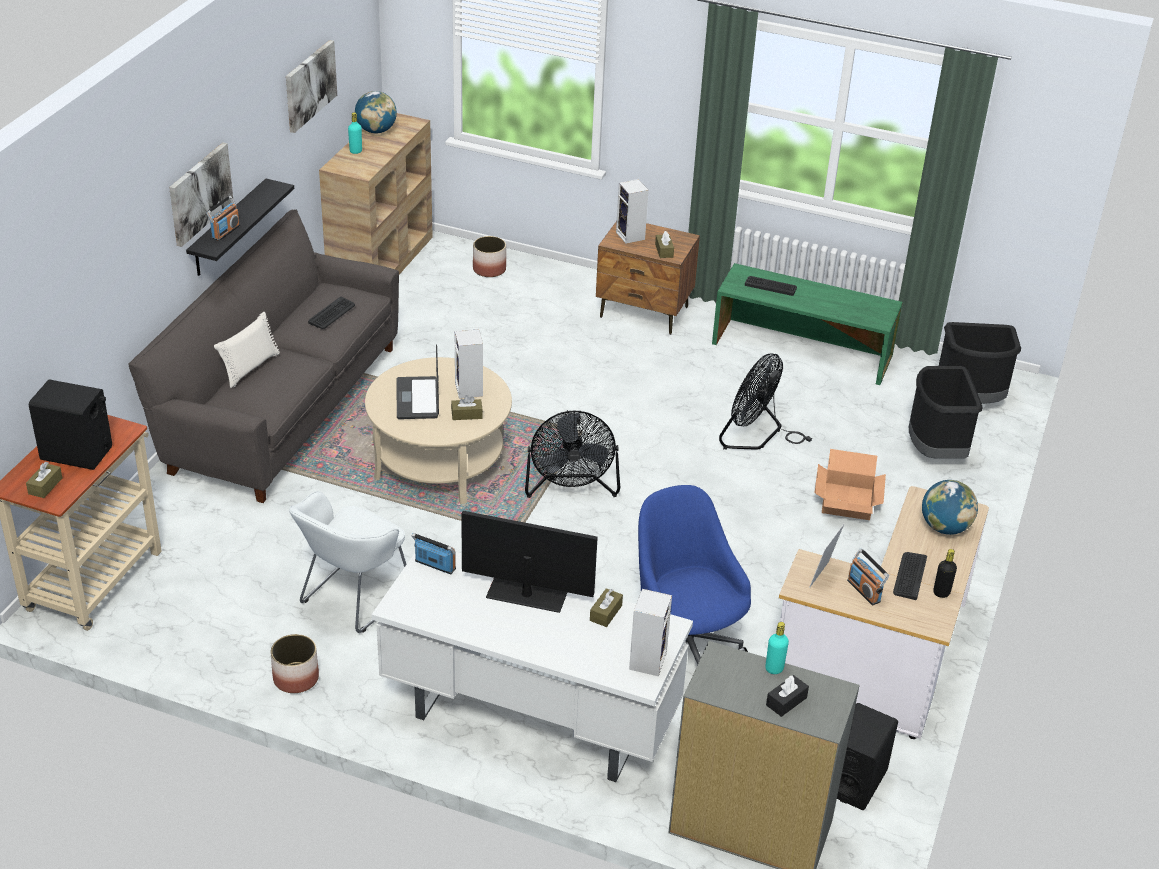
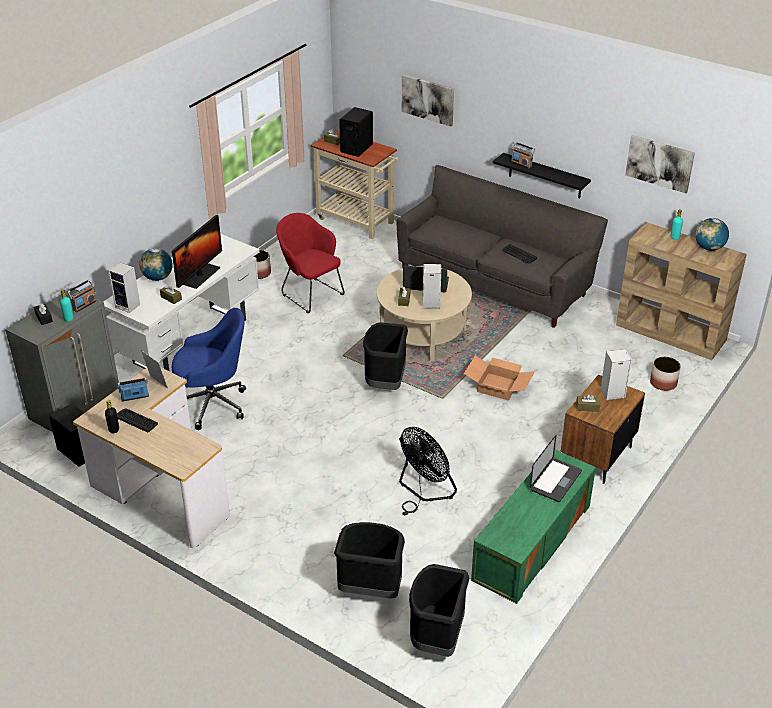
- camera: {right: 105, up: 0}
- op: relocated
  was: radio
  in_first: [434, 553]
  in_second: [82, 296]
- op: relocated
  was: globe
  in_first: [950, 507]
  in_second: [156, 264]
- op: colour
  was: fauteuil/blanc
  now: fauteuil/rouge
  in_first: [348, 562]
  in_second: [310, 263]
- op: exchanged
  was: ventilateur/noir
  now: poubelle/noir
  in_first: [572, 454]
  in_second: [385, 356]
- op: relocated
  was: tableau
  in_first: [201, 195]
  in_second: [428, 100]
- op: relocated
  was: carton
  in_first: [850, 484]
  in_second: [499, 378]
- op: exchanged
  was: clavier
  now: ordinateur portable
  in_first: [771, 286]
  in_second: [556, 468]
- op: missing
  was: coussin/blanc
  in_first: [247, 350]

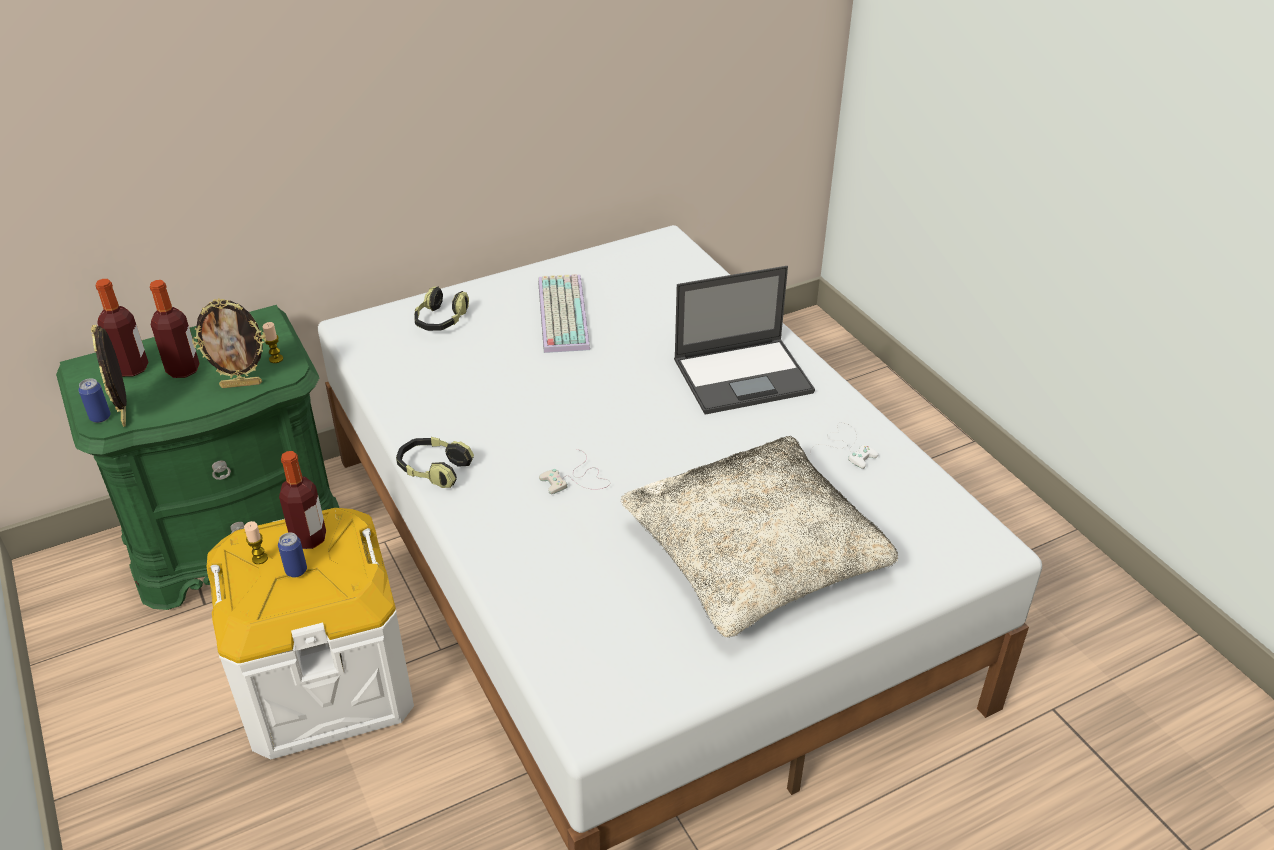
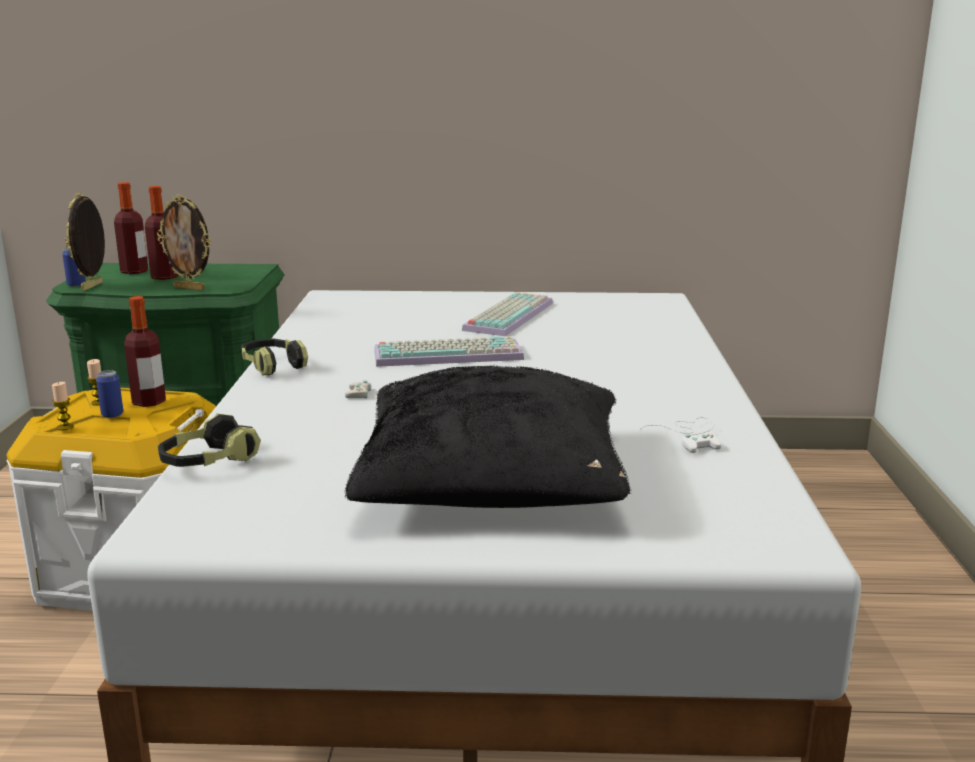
- camera: {right: 30, up: -20}
- op: relocated
  was: bougie
  in_first: [273, 342]
  in_second: [63, 406]
- op: relocated
  was: casque audio
  in_first: [441, 308]
  in_second: [209, 440]
- op: colour
  was: coussin/beige
  now: coussin/noir
  in_first: [759, 536]
  in_second: [487, 436]
- op: appeared
  now: clavier
  in_second: [449, 351]
- op: missing
  was: ordinateur portable
  in_first: [744, 340]

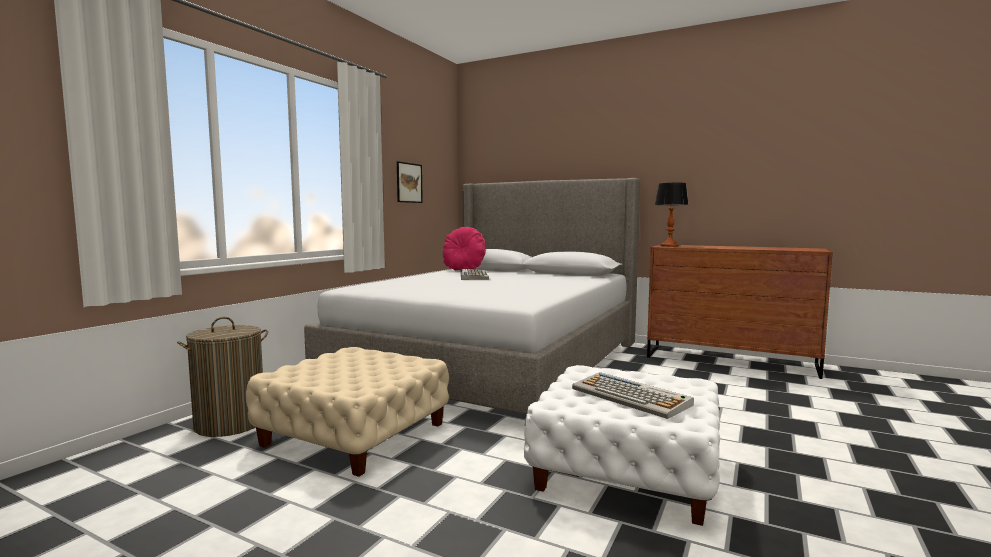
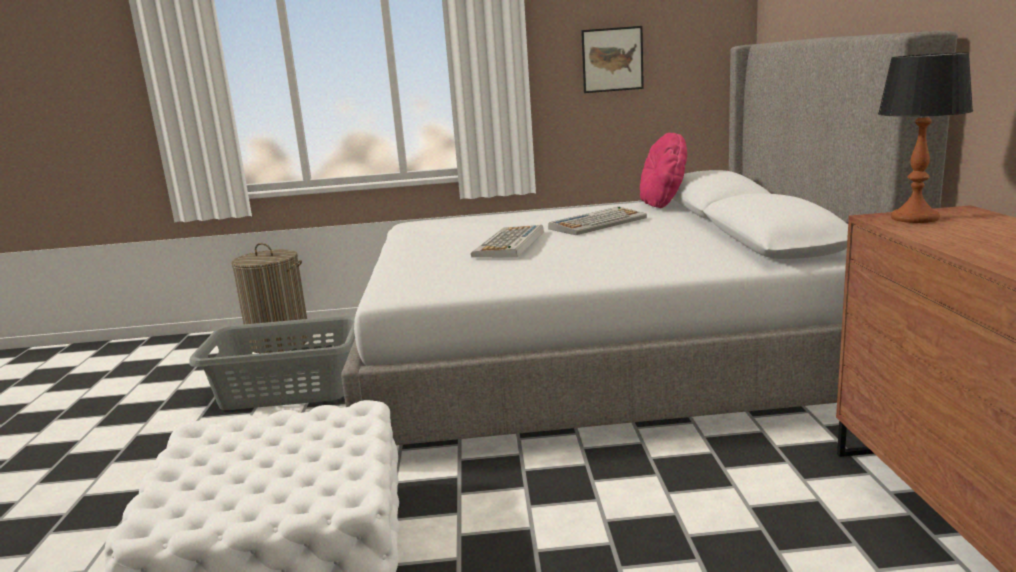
- camera: {right: 60, up: 10}
- op: exchanged
  was: pouf/beige
  now: panier à linge/gris
  in_first: [347, 412]
  in_second: [272, 362]
- op: relocated
  was: clavier
  in_first: [633, 395]
  in_second: [507, 241]

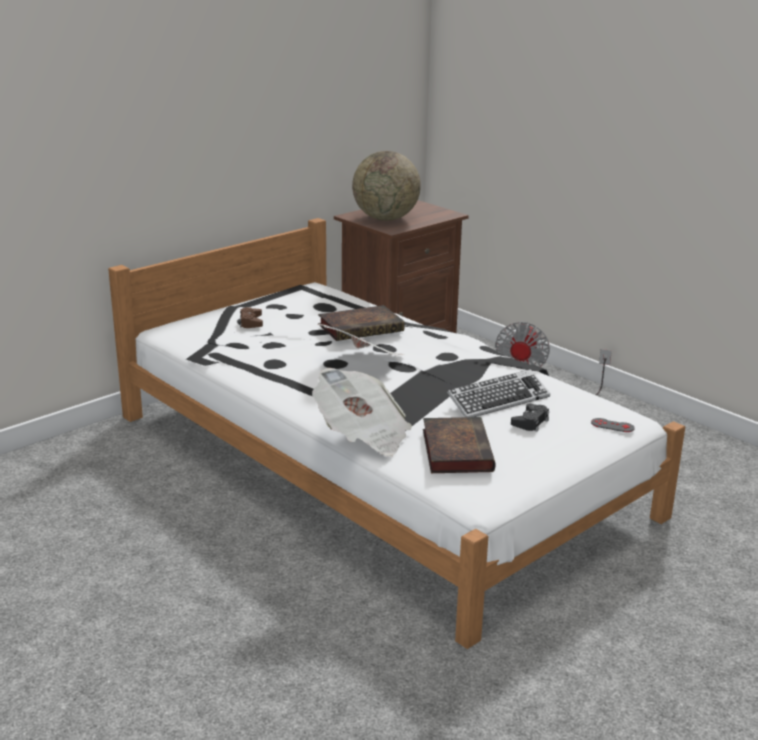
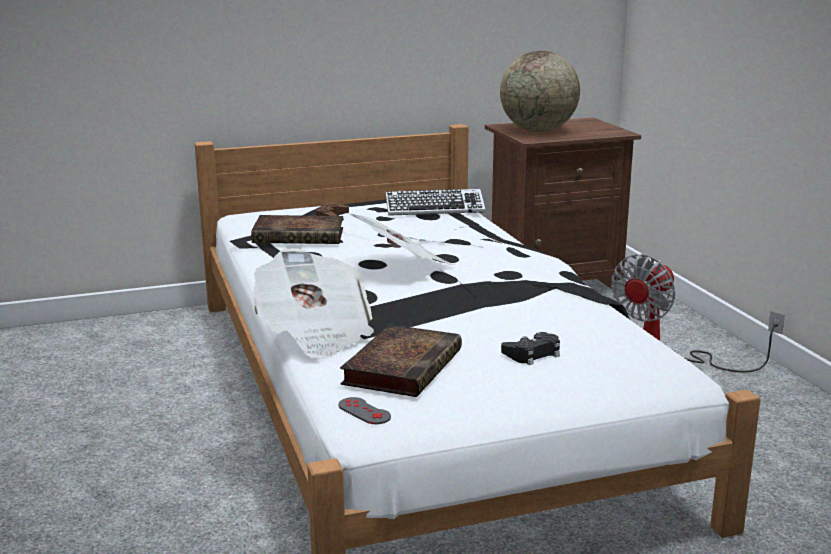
- camera: {right: 25, up: -5}
- op: relocated
  was: livre
  in_first: [361, 323]
  in_second: [297, 229]
- op: relocated
  was: manette/gris
  in_first: [613, 425]
  in_second: [364, 410]
- op: relocated
  was: clavier
  in_first: [498, 393]
  in_second: [435, 202]

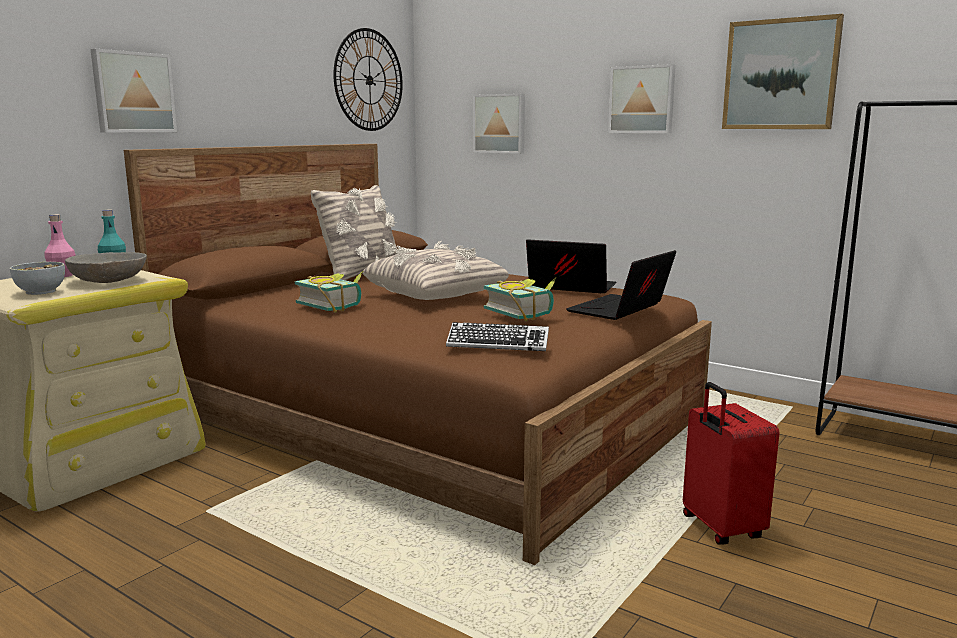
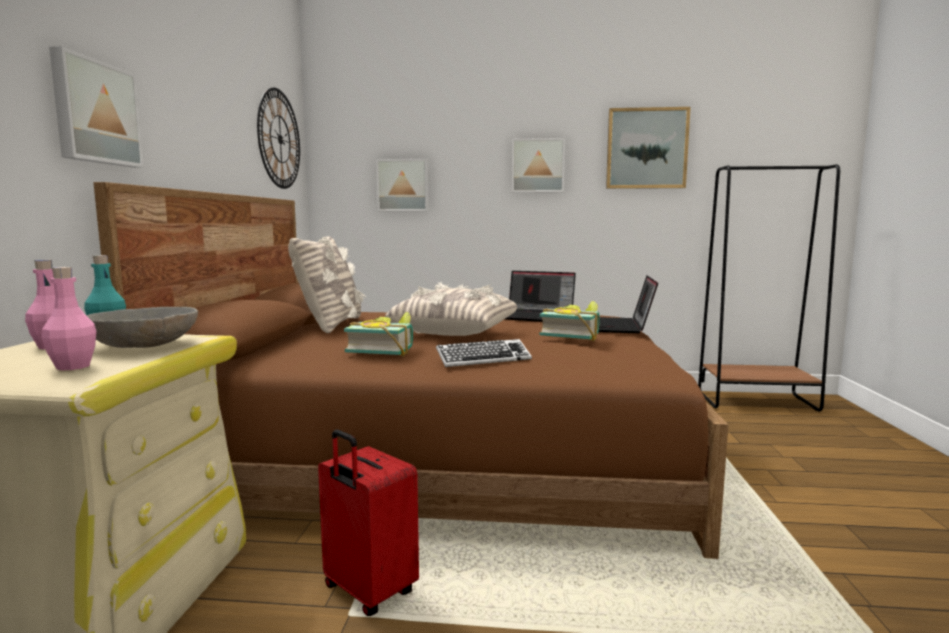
- camera: {right: -30, up: -5}
- op: exchanged
  was: bol
  now: bouteille/rose
  in_first: [37, 278]
  in_second: [69, 318]
- op: relocated
  was: valise/rouge
  in_first: [731, 463]
  in_second: [368, 523]
- op: relocated
  was: clavier
  in_first: [497, 336]
  in_second: [484, 353]
- op: spun
  was: ordinateur portable
  in_first: [571, 266]
  in_second: [540, 296]
  clockwise: -150

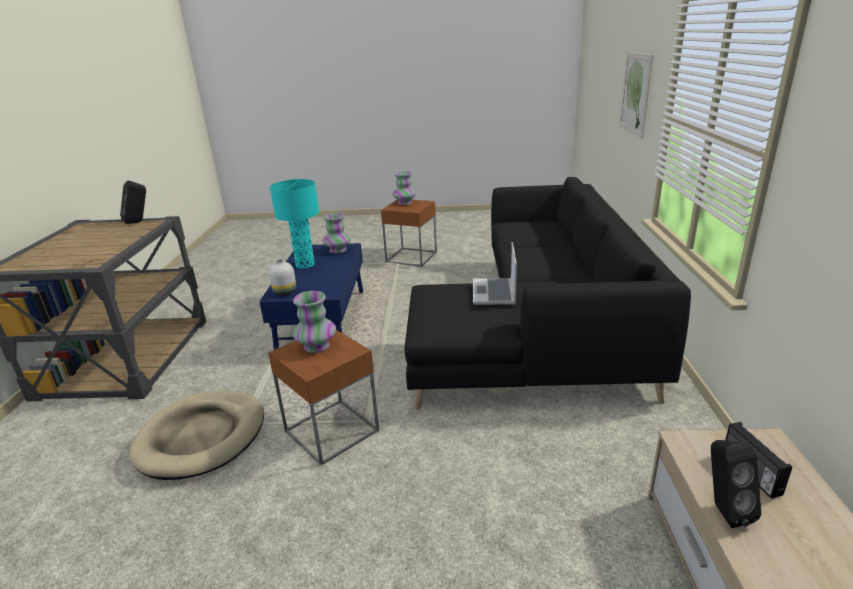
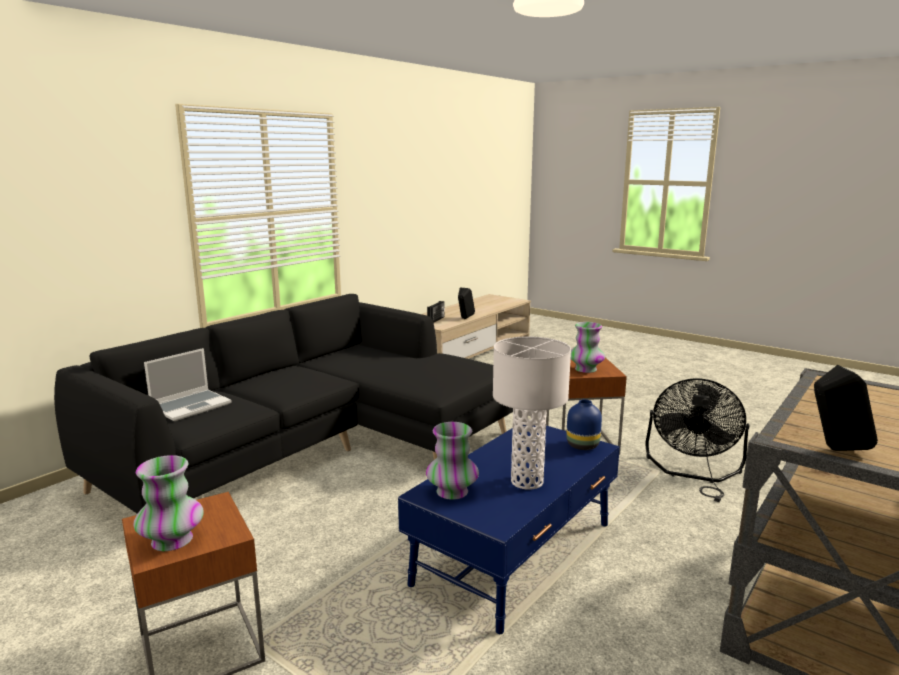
- camera: {right: -145, up: -10}
- op: relocated
  was: ordinateur portable
  in_first: [495, 273]
  in_second: [188, 384]
- op: colour
  was: lampe de table/turquoise
  now: lampe de table/blanc
  in_first: [294, 224]
  in_second: [532, 413]
- op: colour
  was: vase/blanc
  now: vase/bleu
  in_first: [282, 277]
  in_second: [584, 424]
- op: exchanged
  was: panier pour chien/beige
  now: ventilateur/noir
  in_first: [196, 435]
  in_second: [697, 440]
- op: missing
  was: tableau
  in_first: [636, 95]

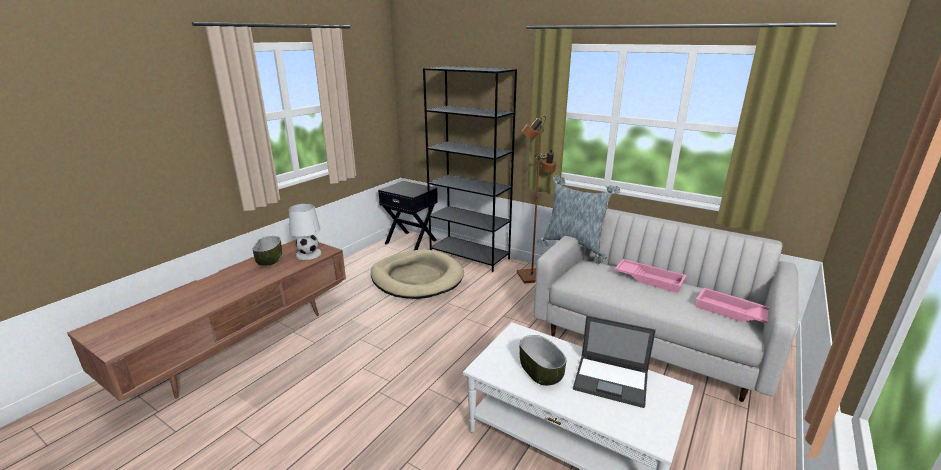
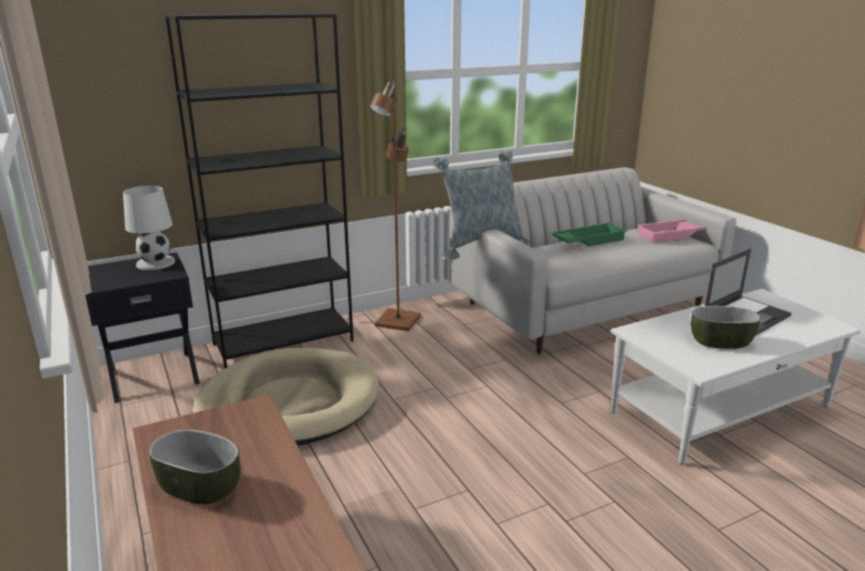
- camera: {right: -60, up: 0}
- op: relocated
  was: lampe de table/blanc
  in_first: [305, 232]
  in_second: [149, 227]
- op: colour
  was: plateau/rose
  now: plateau/vert
  in_first: [651, 276]
  in_second: [588, 234]

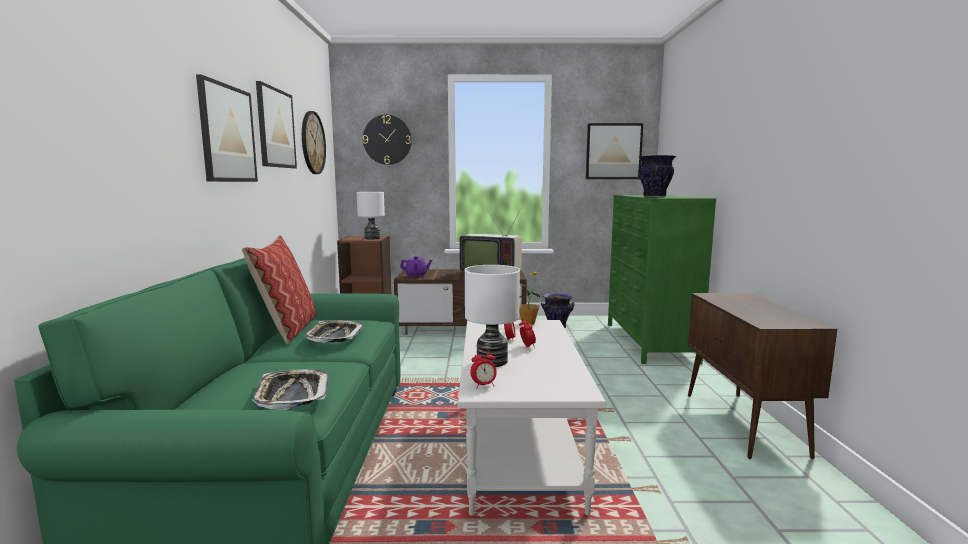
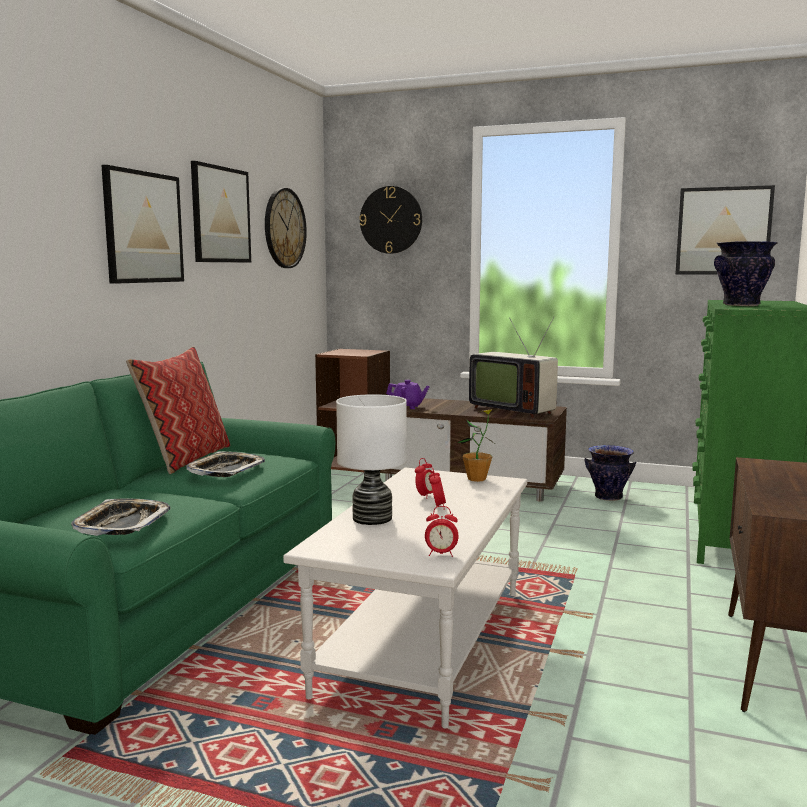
- camera: {right: 20, up: 0}
- op: relocated
  was: réveil
  in_first: [483, 367]
  in_second: [441, 531]
- op: missing
  was: lampe de table/blanc
  in_first: [371, 215]

